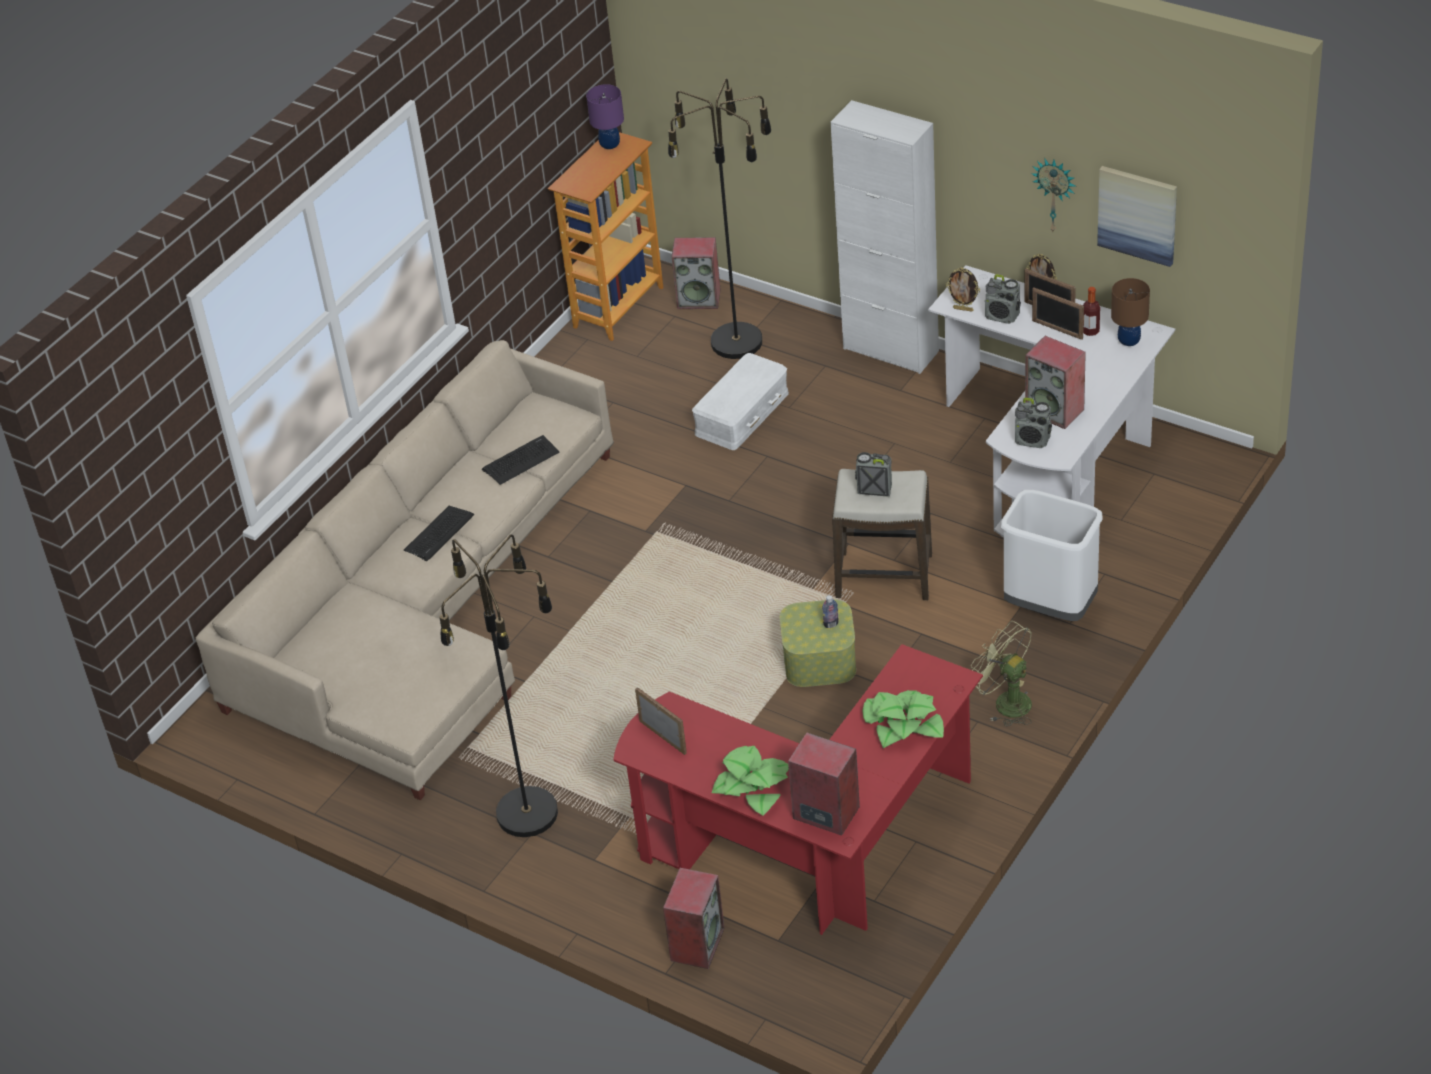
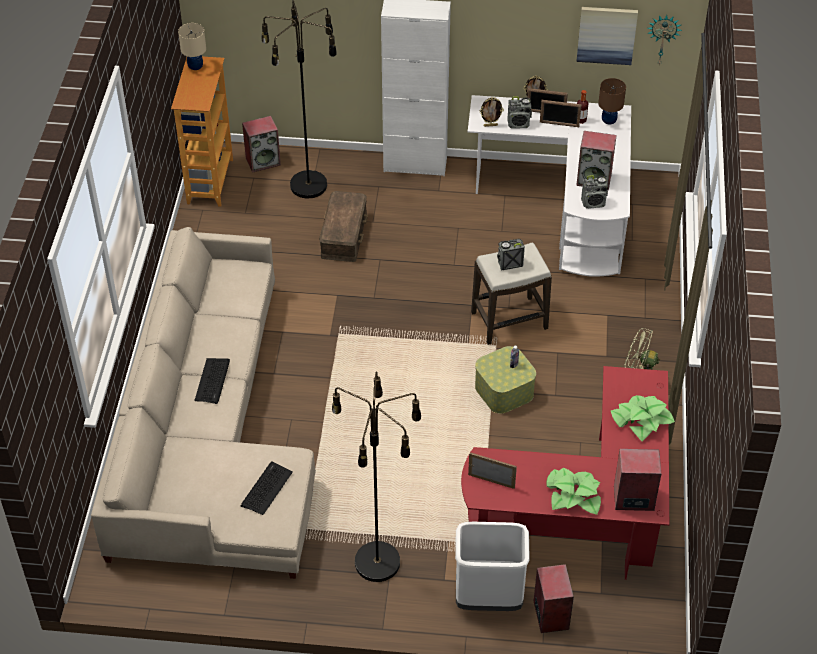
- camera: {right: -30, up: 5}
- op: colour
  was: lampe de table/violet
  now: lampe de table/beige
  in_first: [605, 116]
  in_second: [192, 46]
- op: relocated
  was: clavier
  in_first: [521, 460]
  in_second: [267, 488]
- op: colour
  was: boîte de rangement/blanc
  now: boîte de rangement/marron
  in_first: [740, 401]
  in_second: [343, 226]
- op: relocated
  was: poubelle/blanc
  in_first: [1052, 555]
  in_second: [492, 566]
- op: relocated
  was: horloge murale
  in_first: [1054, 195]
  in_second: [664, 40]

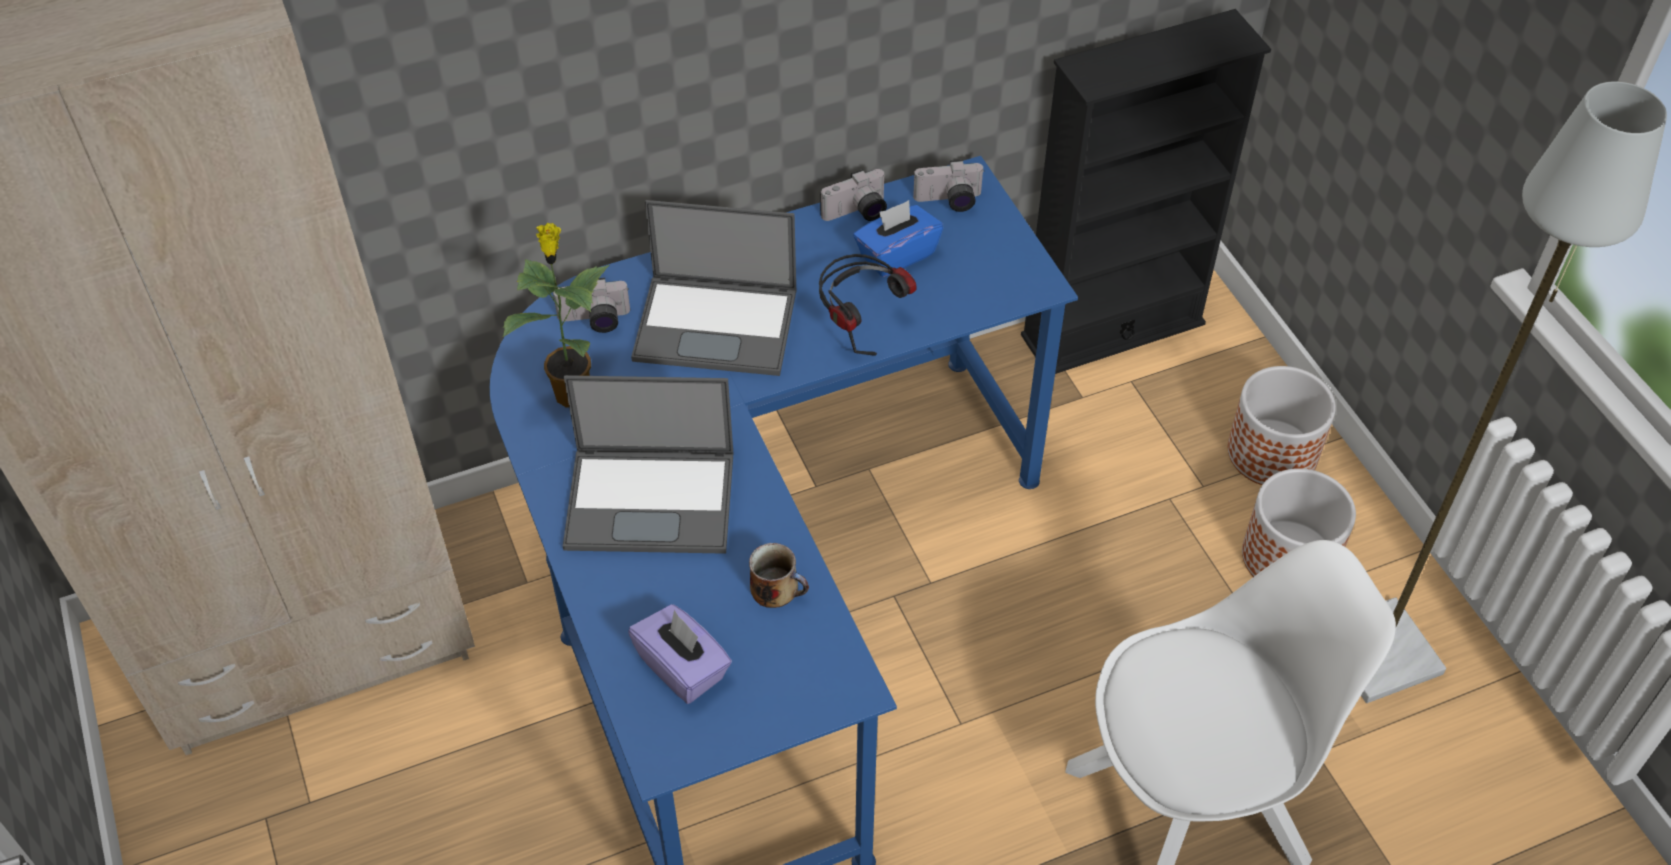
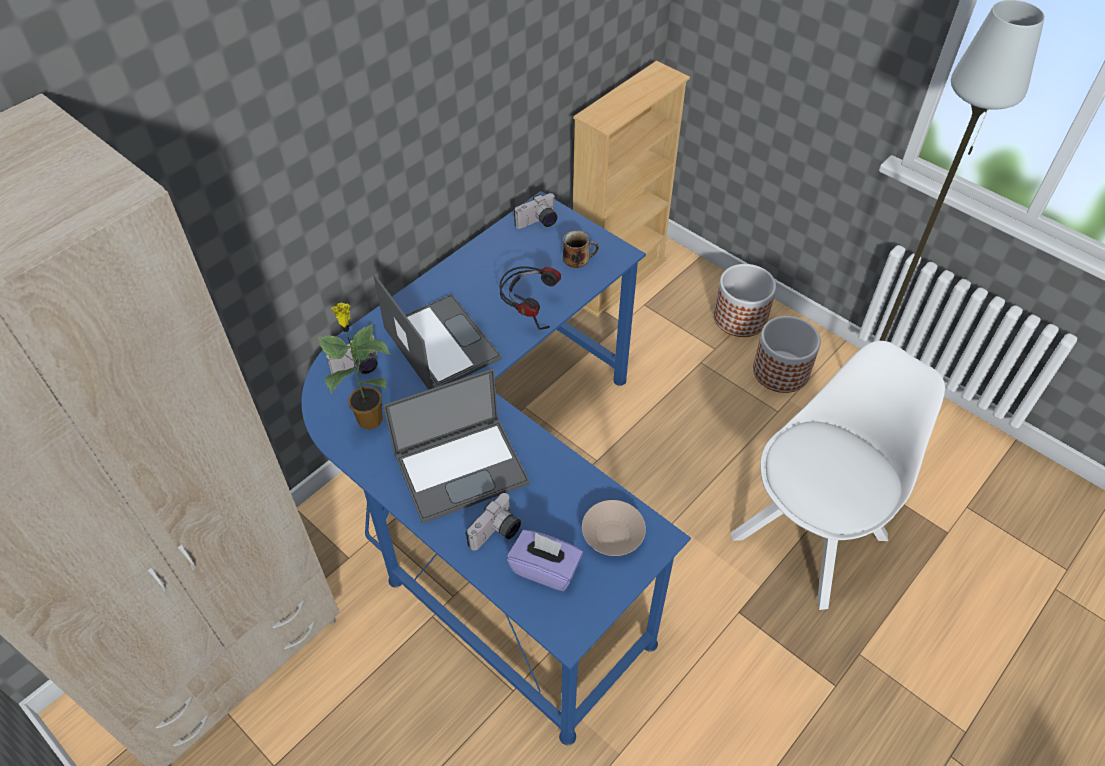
- camera: {right: -25, up: 0}
- op: spun
  was: ordinateur portable
  in_first: [713, 288]
  in_second: [437, 332]
  clockwise: -105
- op: relocated
  was: appareil photo
  in_first: [853, 195]
  in_second: [493, 522]
- op: relocated
  was: mug
  in_first: [779, 575]
  in_second: [581, 249]
- op: colour
  was: bibliothèque/noir
  now: bibliothèque/beige
  in_first: [1146, 191]
  in_second: [631, 189]
- op: appeared
  now: bol/beige
  in_second: [614, 528]
- op: missing
  was: boîte à mouchoirs/bleu
  in_first: [898, 238]

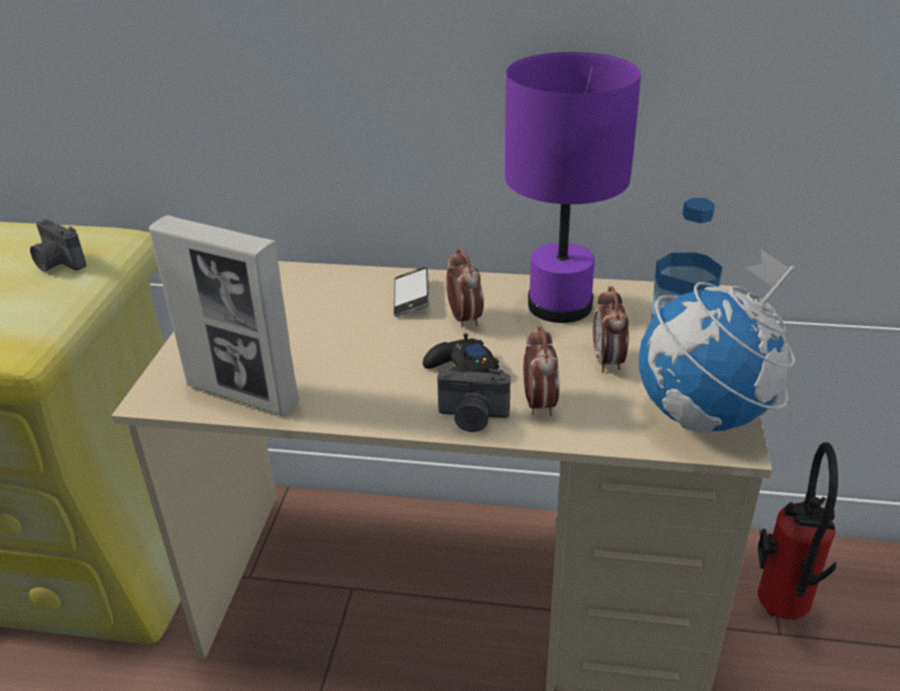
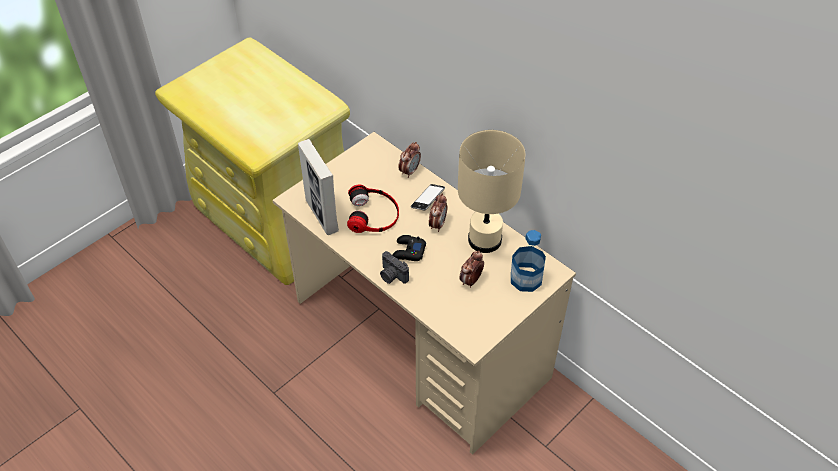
- camera: {right: 35, up: 15}
- op: appeared
  now: casque audio
  in_second: [373, 209]
- op: relocated
  was: réveil
  in_first: [541, 370]
  in_second: [409, 160]
- op: colour
  was: lampe de table/violet
  now: lampe de table/beige
  in_first: [573, 187]
  in_second: [491, 191]
- op: missing
  was: appareil photo
  in_first: [58, 245]
- op: missing
  was: globe
  in_first: [717, 341]
- op: missing
  was: extincteur
  in_first: [798, 531]

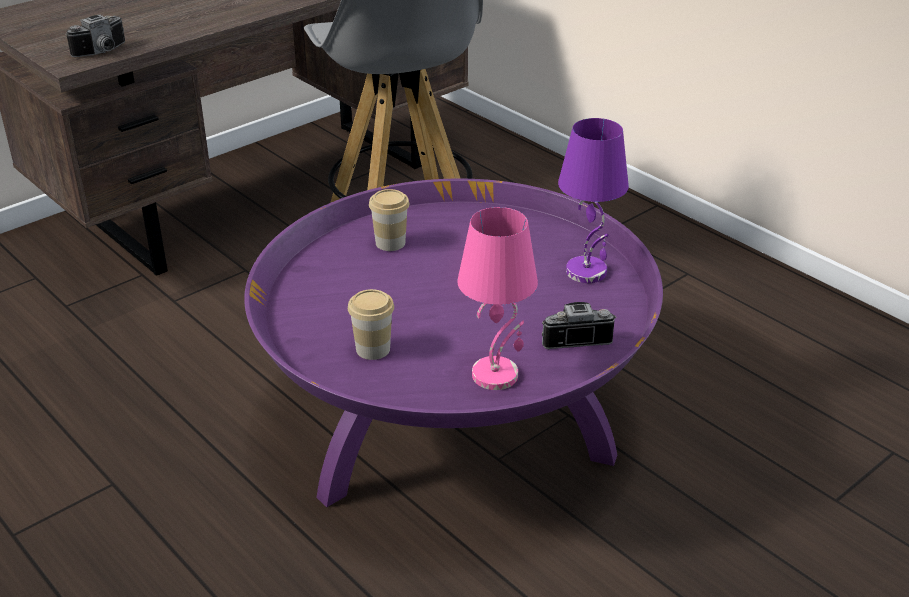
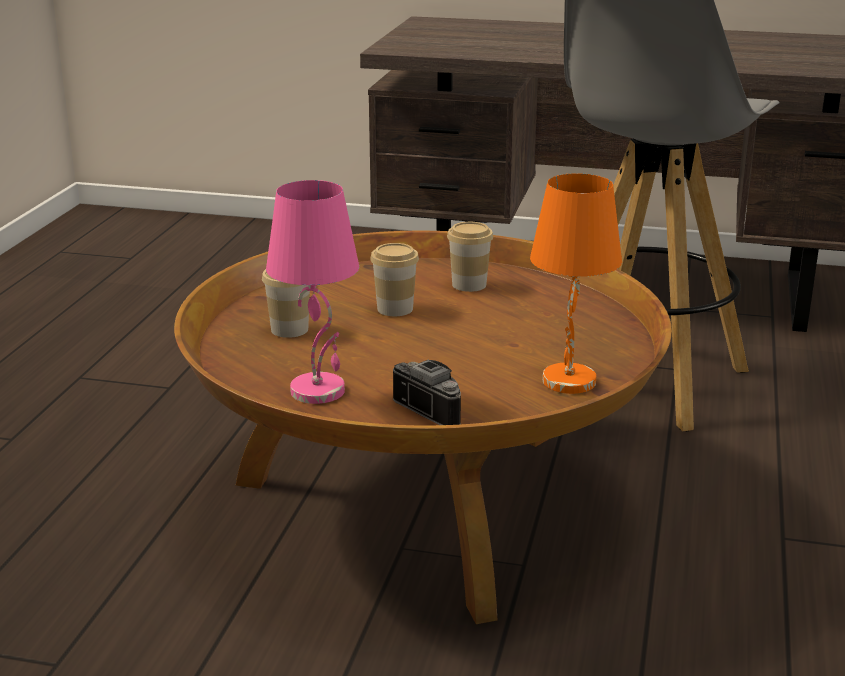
- camera: {right: 55, up: -10}
- op: colour
  was: table basse/violet
  now: table basse/marron
  in_first: [453, 343]
  in_second: [423, 427]
- op: appeared
  now: tasse
  in_second: [394, 279]
- op: colour
  was: lampe de table/violet
  now: lampe de table/orange
  in_first: [593, 200]
  in_second: [576, 283]
- op: missing
  was: appareil photo
  in_first: [95, 35]

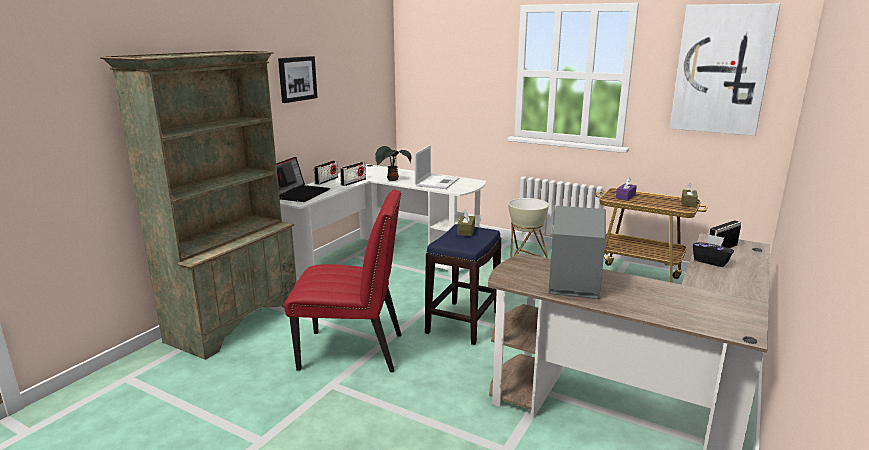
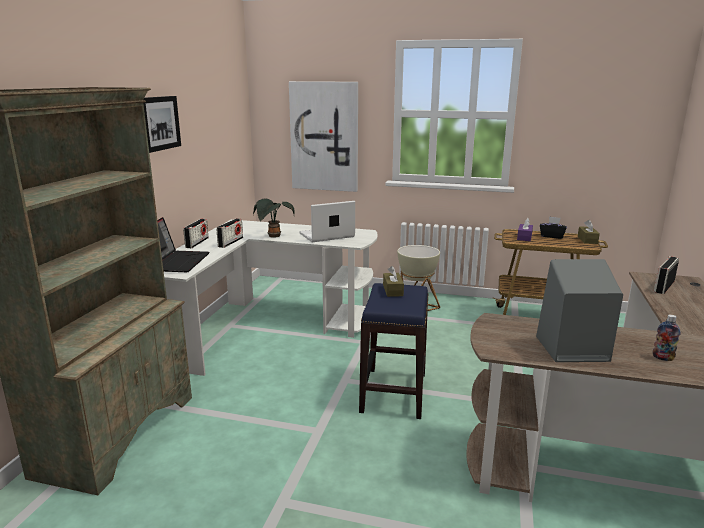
- camera: {right: -15, up: 0}
- op: relocated
  was: tableau
  in_first: [724, 69]
  in_second: [323, 136]
- op: spun
  was: ordinateur portable
  in_first: [436, 167]
  in_second: [327, 221]
  clockwise: -120
- op: relocated
  was: boîte à mouchoirs/noir
  in_first: [713, 250]
  in_second: [553, 227]
- op: appeared
  now: bouteille
  in_second: [667, 337]
- op: missing
  was: chaise/rouge
  in_first: [342, 280]

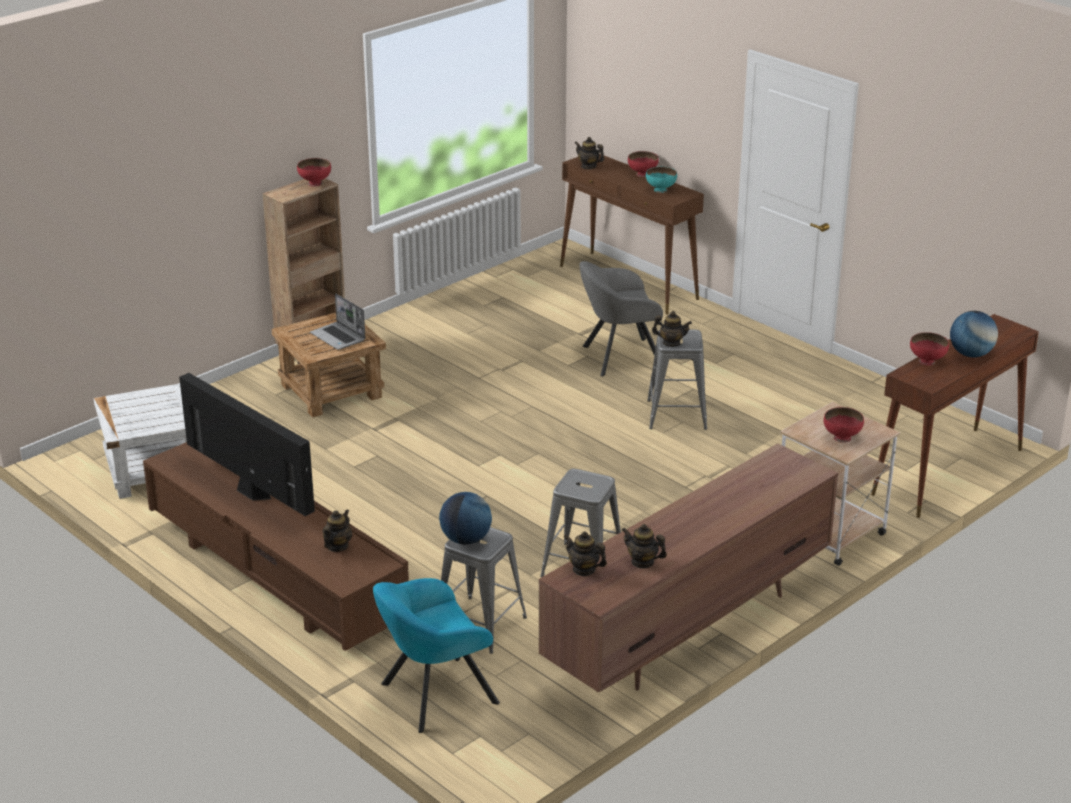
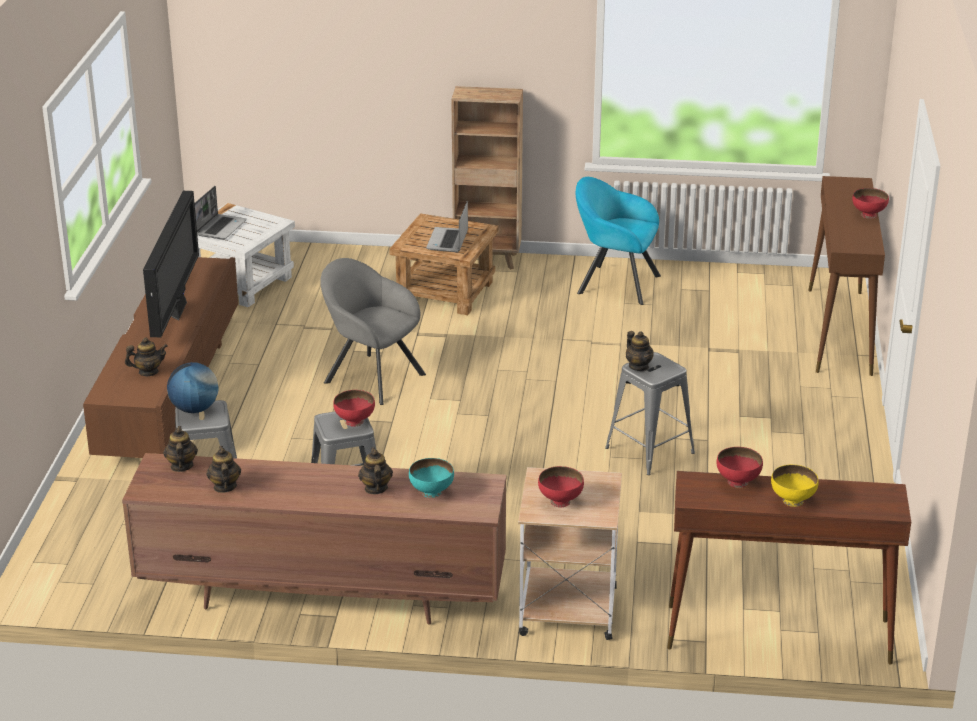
- camera: {right: 50, up: 0}
- op: appeared
  now: ordinateur portable
  in_second: [221, 212]
- op: relocated
  was: fauteuil/gris
  in_first: [621, 318]
  in_second: [373, 331]
- op: relocated
  was: bol/rouge
  in_first: [314, 172]
  in_second: [354, 408]
- op: relocated
  was: théière
  in_first: [590, 153]
  in_second: [375, 470]
- op: relocated
  was: bol/turquoise
  in_first: [661, 180]
  in_second: [431, 478]
- op: relocated
  was: fauteuil/turquoise
  in_first: [436, 655]
  in_second: [618, 241]
- op: exchanged
  was: globe
  now: bol/jaune
  in_first: [974, 334]
  in_second: [795, 486]

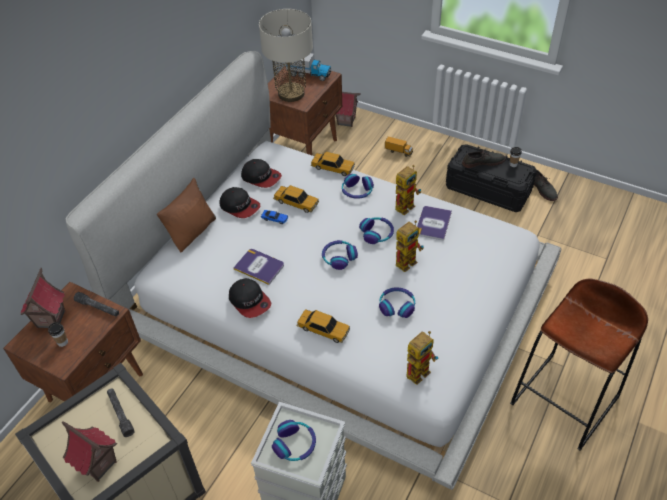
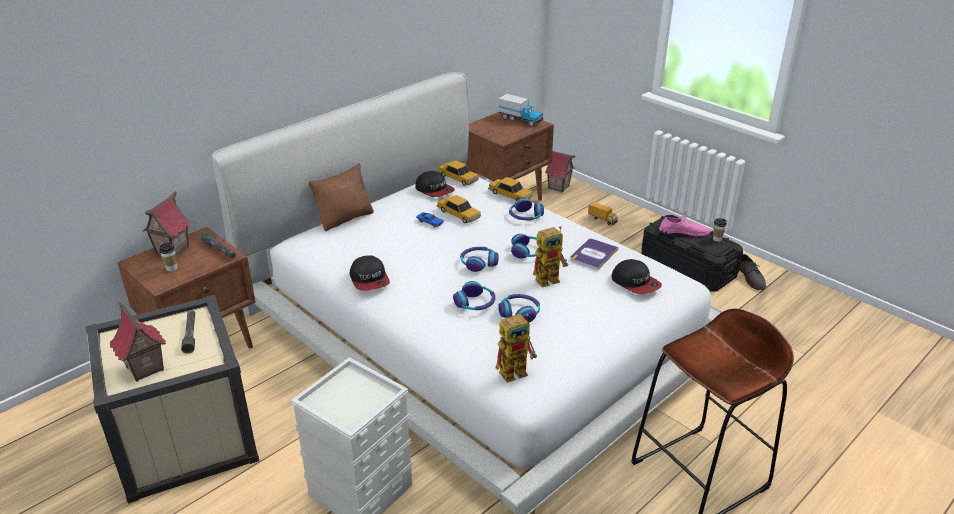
- camera: {right: 15, up: -15}
- op: relocated
  was: petite voiture
  in_first: [323, 326]
  in_second: [458, 173]
- op: relocated
  was: casque audio
  in_first: [294, 440]
  in_second: [474, 295]
- op: relocated
  was: casquette
  in_first: [239, 202]
  in_second: [636, 276]
- op: colour
  was: chaussure/gris
  now: chaussure/rose
  in_first: [484, 158]
  in_second: [684, 226]
- op: missing
  was: livre
  in_first: [258, 267]
- op: missing
  was: lampe de table
  in_first: [286, 55]
- op: missing
  was: robot jouet
  in_first: [408, 190]

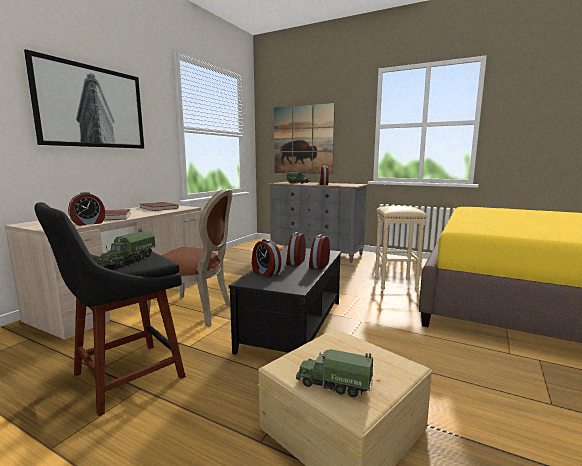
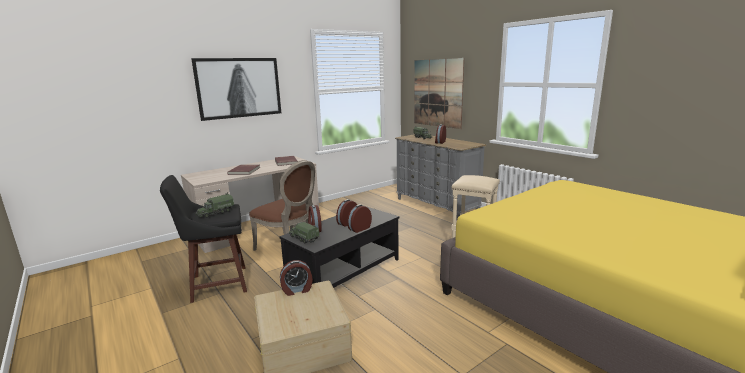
- camera: {right: 25, up: 5}
- op: relocated
  was: réveil
  in_first: [86, 209]
  in_second: [296, 278]
- op: relocated
  was: camion jouet
  in_first: [334, 373]
  in_second: [304, 232]

